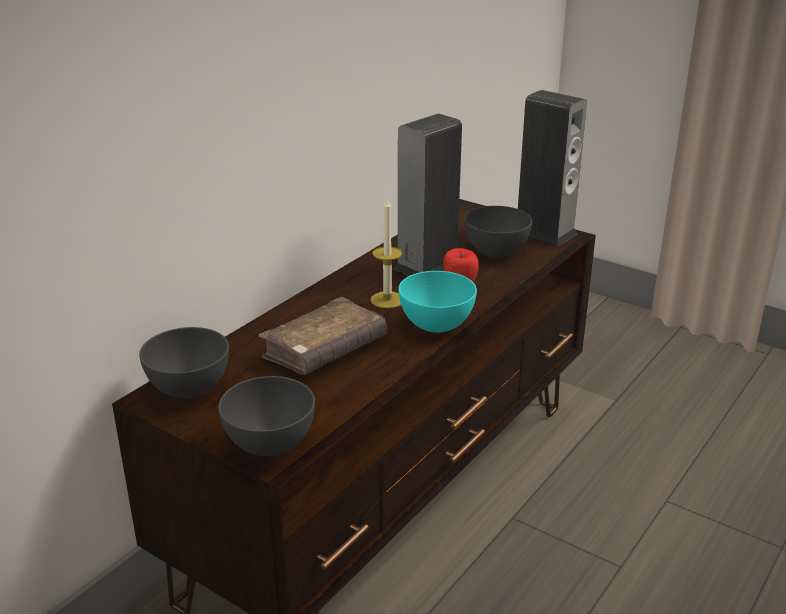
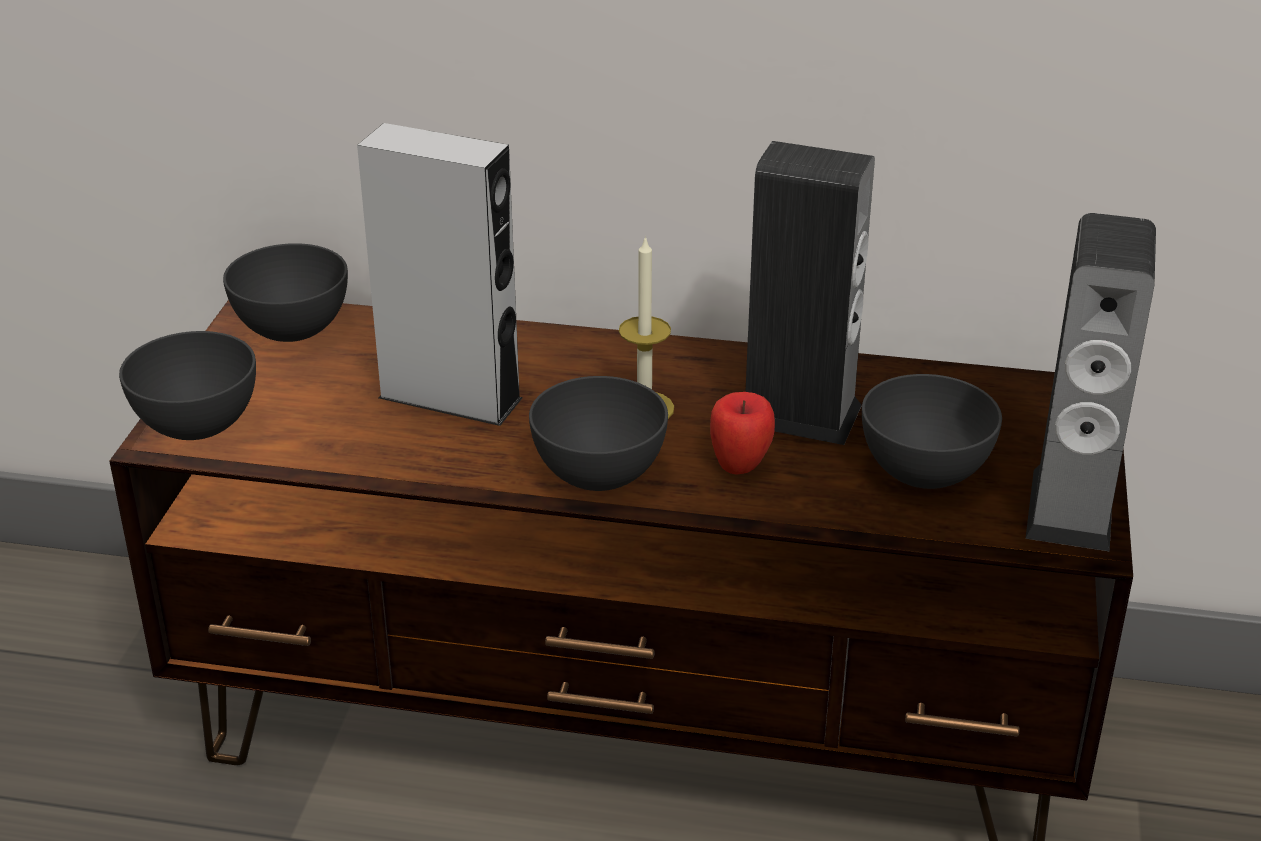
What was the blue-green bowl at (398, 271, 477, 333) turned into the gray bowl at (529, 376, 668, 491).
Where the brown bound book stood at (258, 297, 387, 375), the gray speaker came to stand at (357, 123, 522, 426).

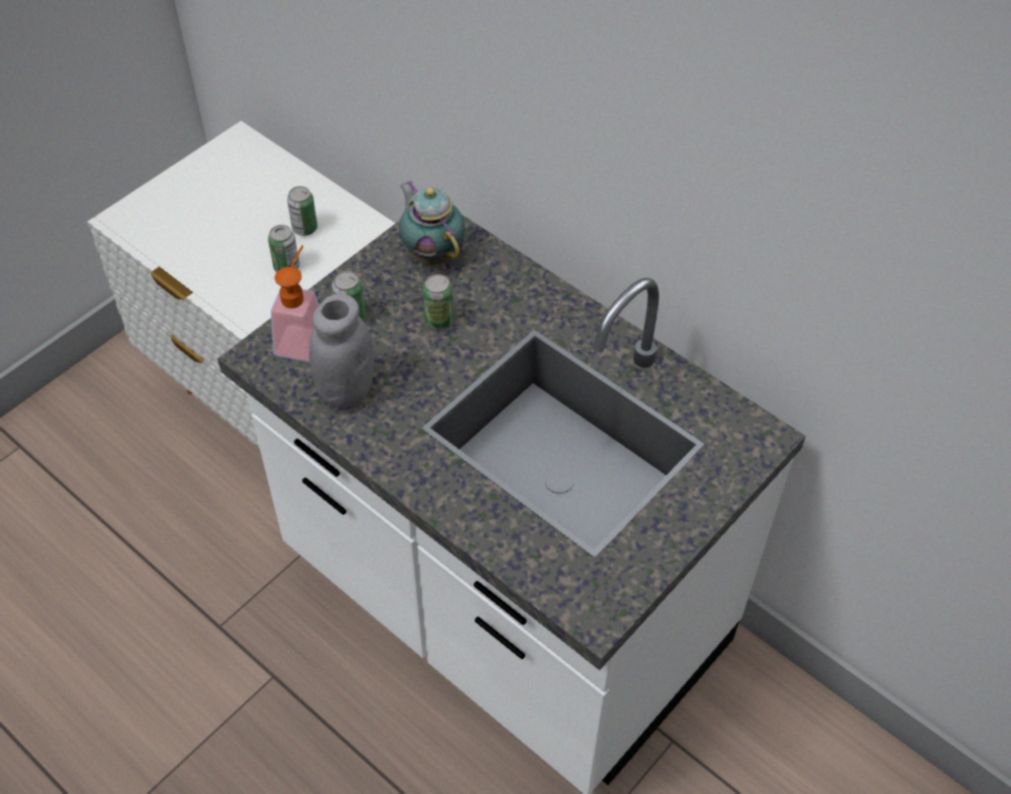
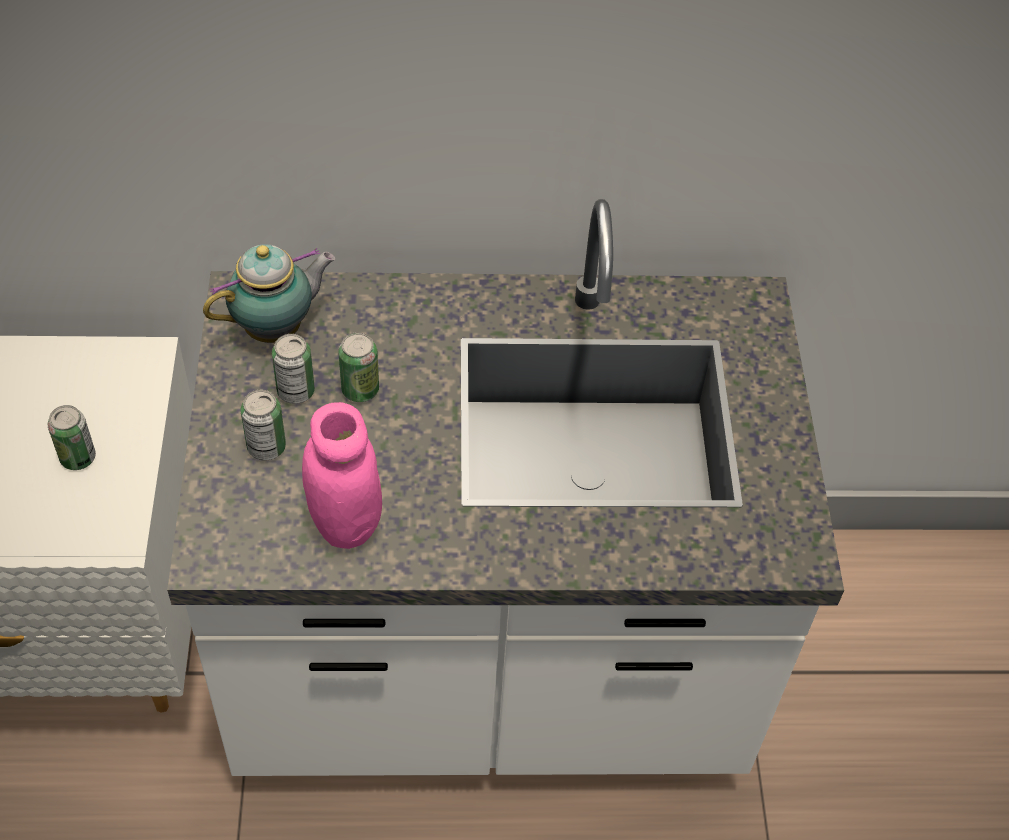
The teapot at (399, 180, 465, 265) ended up facing another way, 135 degrees clockwise from before.
The metal can ended up elsewhere, having gone from (287, 186, 318, 236) to (272, 334, 315, 404).
The second view lost the soap dispenser at (271, 245, 319, 362).
What was the gray preserve jar at (309, 294, 374, 408) turned into the pink preserve jar at (302, 402, 382, 549).

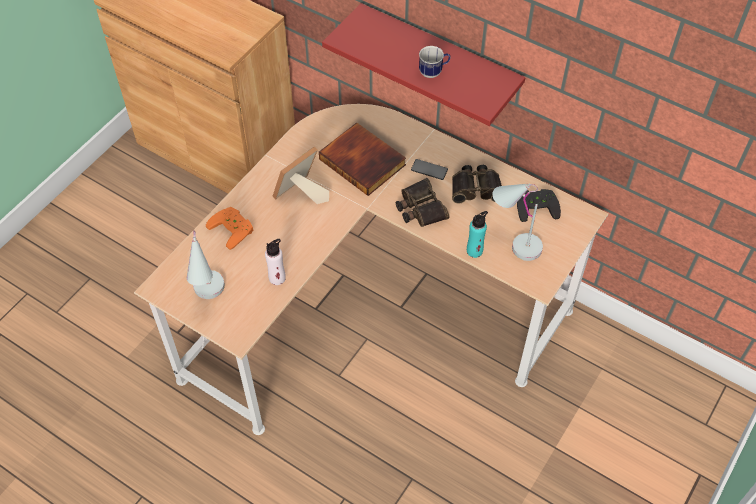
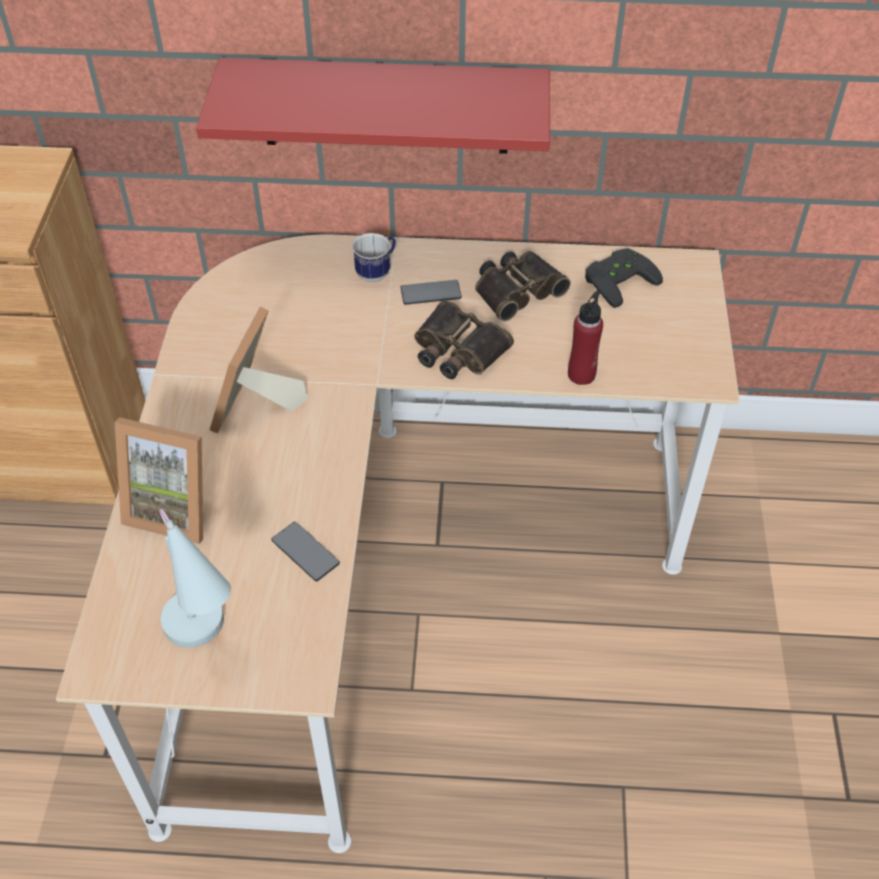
The mug ended up elsewhere, having gone from (419, 46, 451, 78) to (352, 233, 396, 282).
The second view lost the bound book at (319, 123, 406, 196).
The second view lost the whitish lamp for a table at (492, 184, 543, 261).
Where the orange-coloured joypad stood at (206, 207, 253, 250), the photo frame came to stand at (115, 417, 203, 544).
What was the blue-green bottle at (467, 211, 488, 258) turned into the red-coloured bottle at (568, 291, 603, 385).
Where the whitish bottle stood at (265, 239, 286, 285), the telephone came to stand at (272, 522, 340, 581).

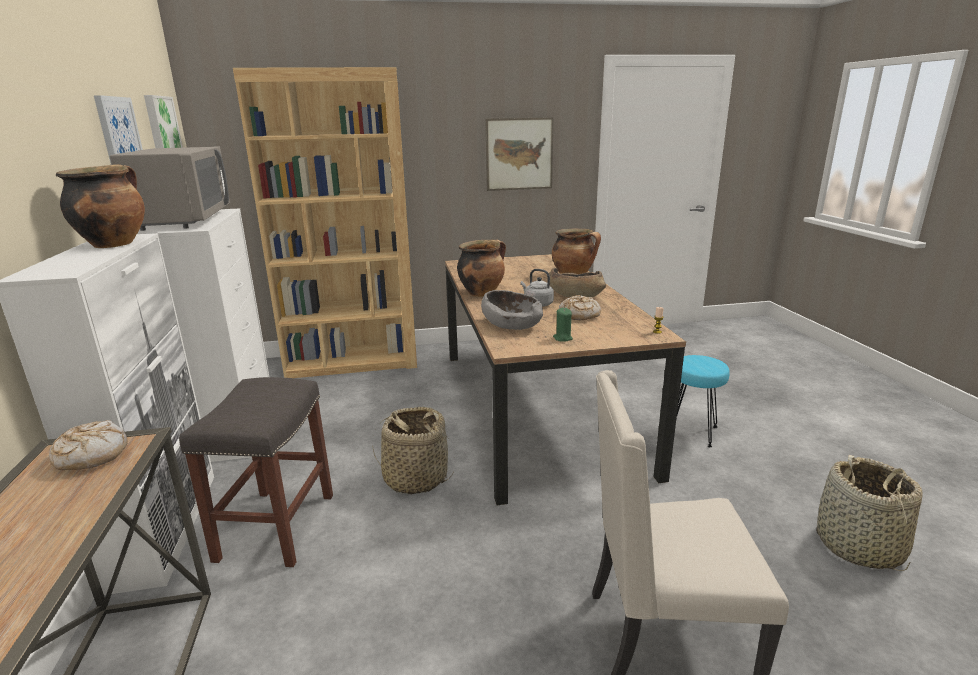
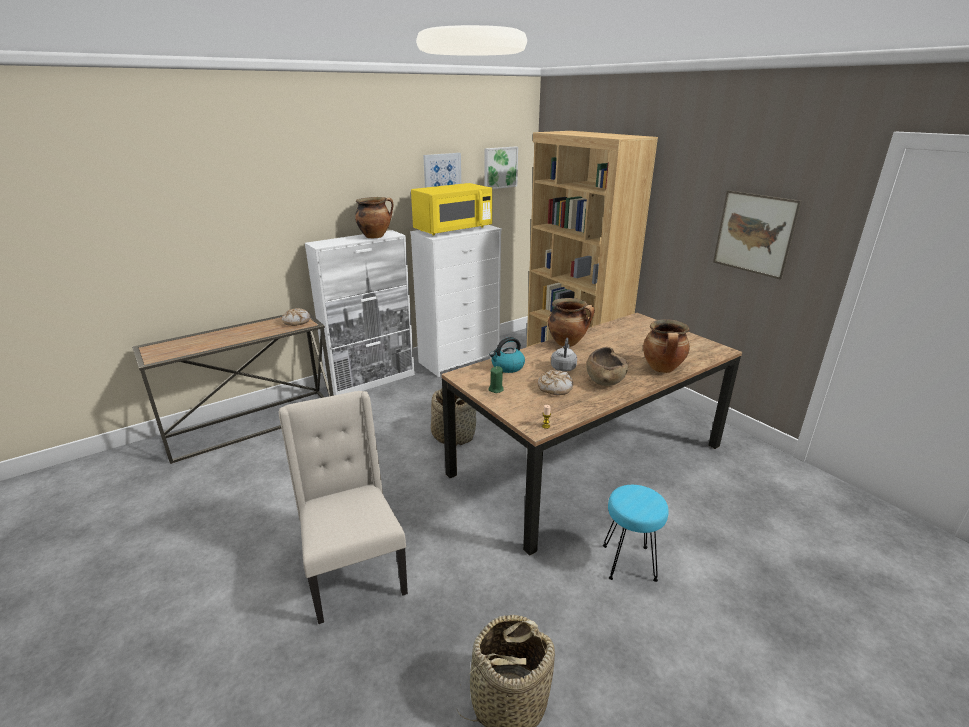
What was the gray microwave oven at (110, 146, 230, 231) turned into the yellow microwave oven at (411, 183, 492, 236).
Where the gray bowl stood at (481, 290, 543, 330), the tea kettle came to stand at (489, 337, 525, 373).
The second view lost the gray sitting stool at (179, 377, 333, 567).

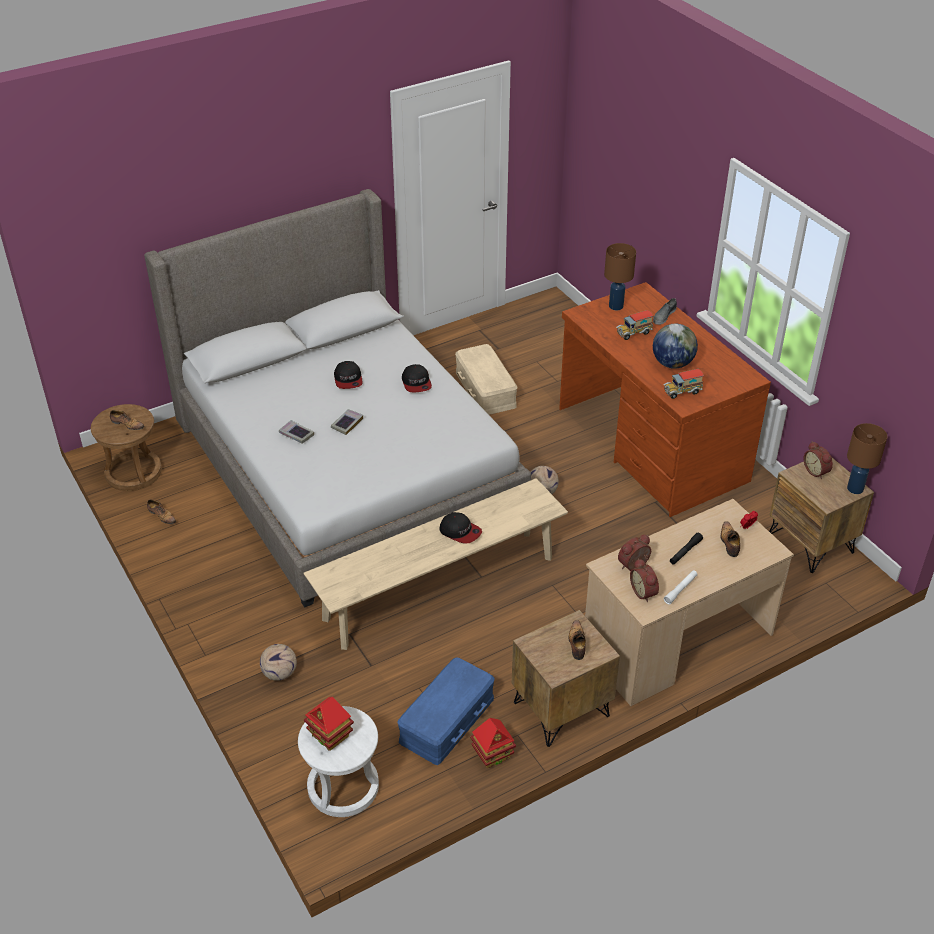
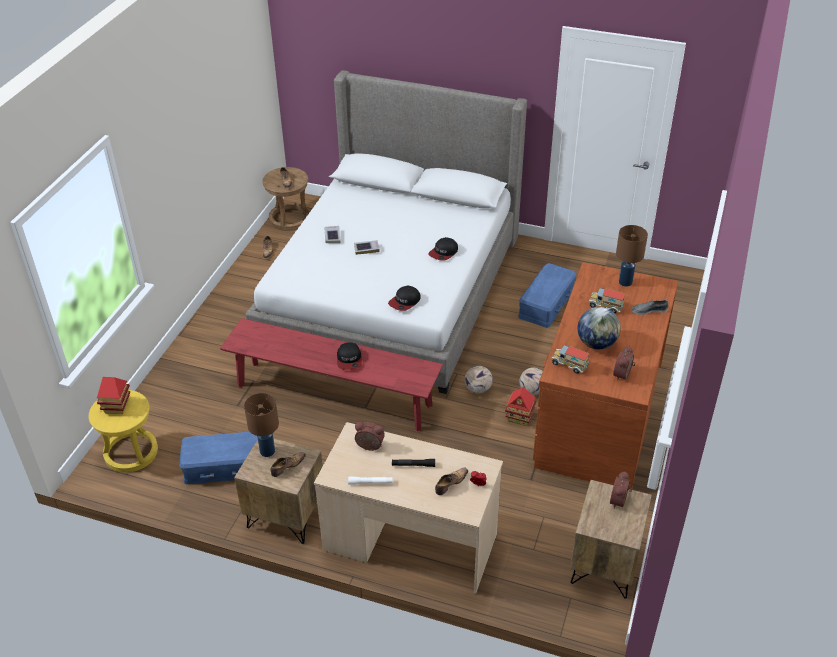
What was the beige storage container at (455, 344, 517, 415) turned into the blue storage container at (518, 263, 576, 328).
The baseball cap ended up elsewhere, having gone from (334, 361, 363, 389) to (388, 286, 421, 311).
The brown lamp for a table ended up elsewhere, having gone from (847, 423, 888, 494) to (244, 393, 279, 457).
What was the beige indoor bench at (303, 478, 568, 650) turned into the red-coloured indoor bench at (220, 318, 443, 431).
The alarm clock ended up elsewhere, having gone from (630, 558, 659, 602) to (613, 345, 635, 381).
The ball for football ended up elsewhere, having gone from (260, 644, 297, 681) to (519, 367, 543, 395).
What was the whitish sitting stool at (298, 706, 379, 817) turned into the yellow sitting stool at (89, 390, 158, 473).
The miniature house ended up elsewhere, having gone from (470, 718, 516, 768) to (505, 387, 536, 426).

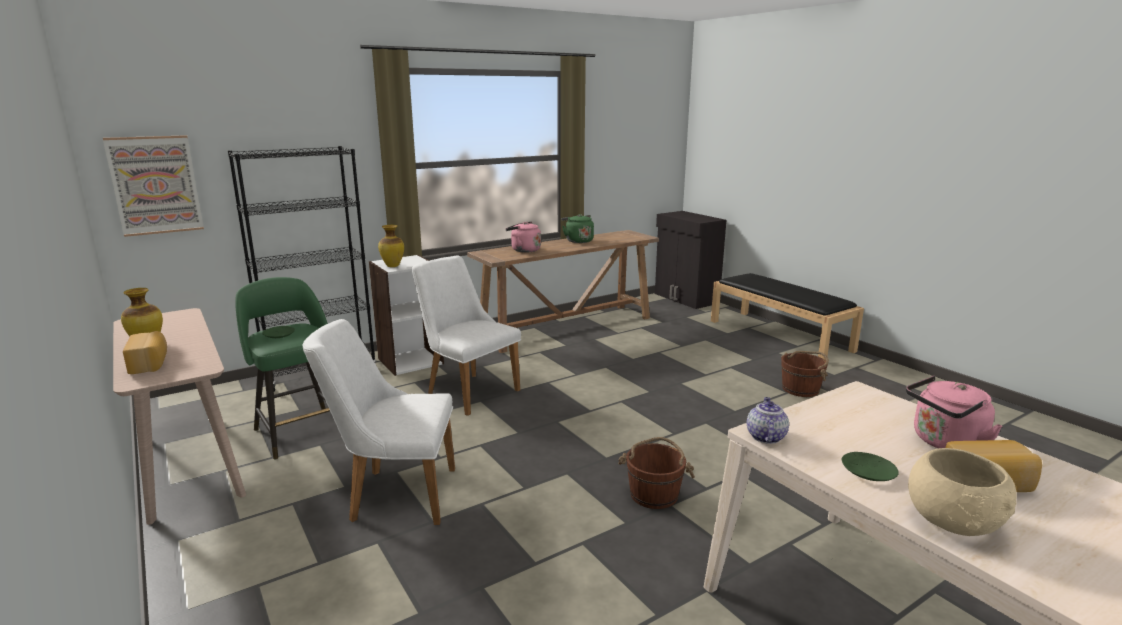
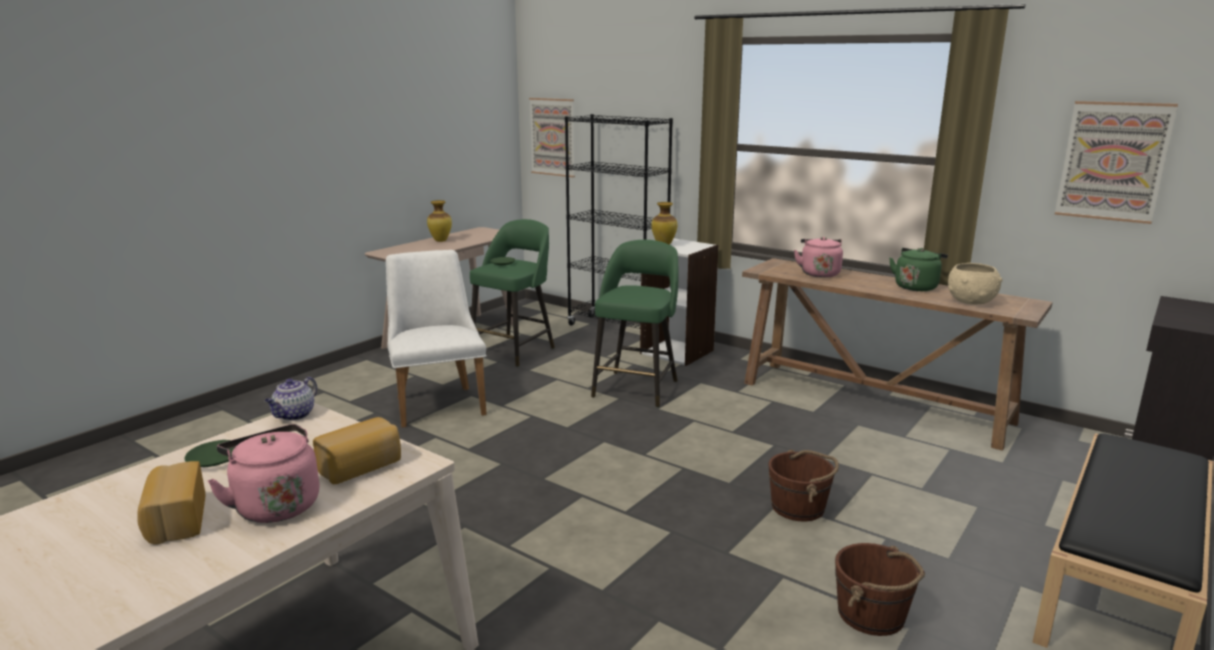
Where the whitish plain chair stood at (412, 255, 521, 416), the greenish sitting stool came to stand at (591, 240, 678, 407).
The baked bread ended up elsewhere, having gone from (123, 331, 167, 374) to (313, 417, 401, 484).
The teapot at (747, 397, 789, 444) ended up facing another way, 120 degrees clockwise from before.
The brown bucket ended up elsewhere, having gone from (618, 437, 695, 509) to (768, 449, 839, 521).
The beige bowl ended up elsewhere, having gone from (908, 448, 1016, 536) to (948, 263, 1003, 304).
The second view gained the wall art at (1055, 101, 1178, 224).

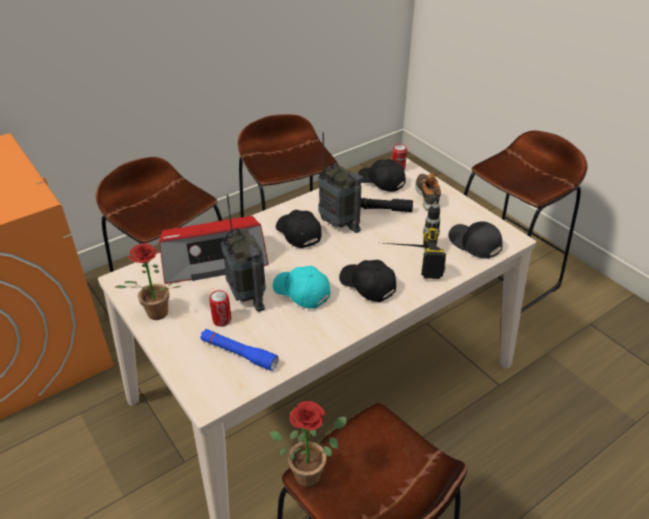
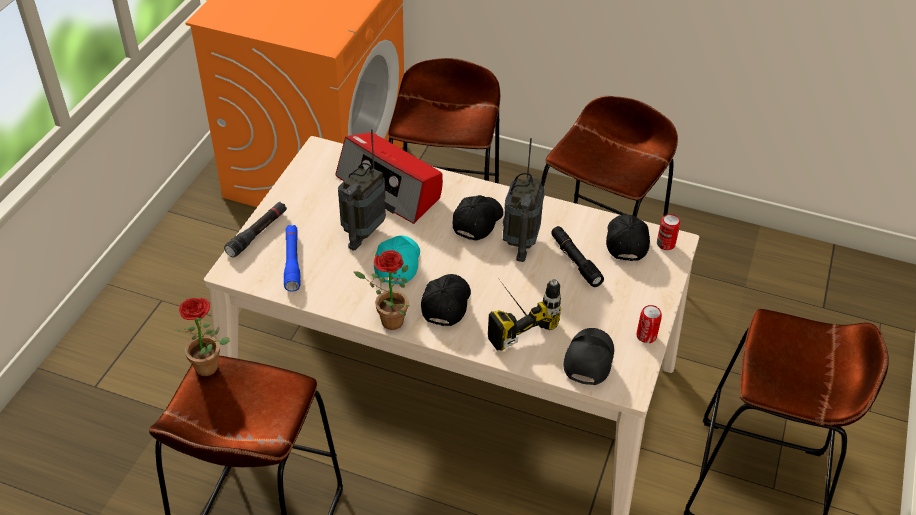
The second view lost the item of footwear at (415, 173, 441, 210).
The plant in a pot ended up elsewhere, having gone from (114, 243, 182, 320) to (354, 250, 410, 330).
The metal can ended up elsewhere, having gone from (209, 290, 231, 327) to (637, 305, 662, 343).
The second view gained the black flashlight at (224, 202, 287, 258).

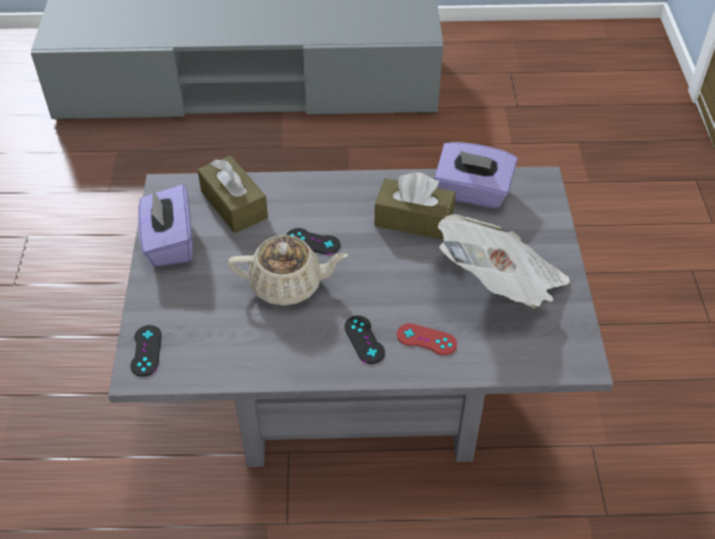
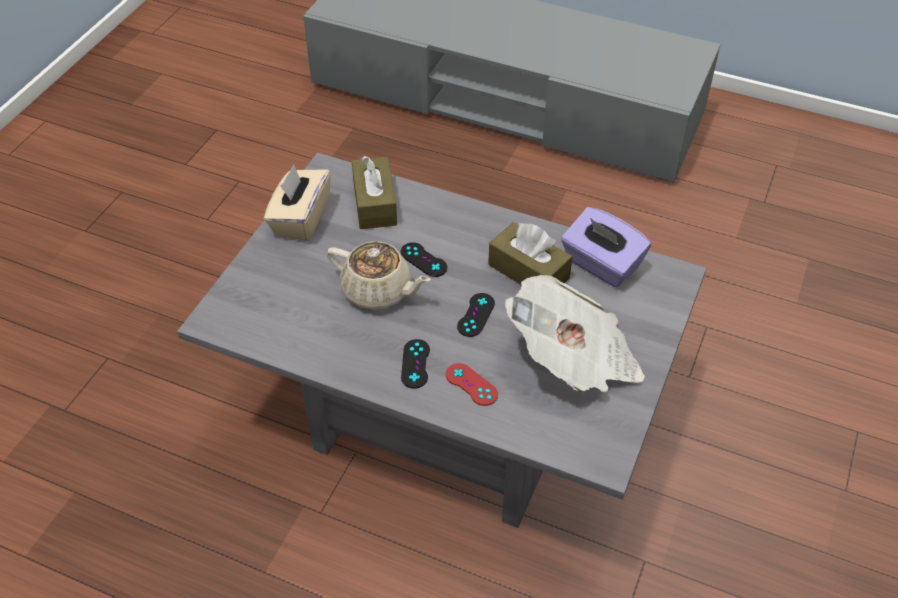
What was the purple-coloured tissue holder at (138, 184, 193, 267) turned into the beige tissue holder at (264, 165, 331, 241).
The black joypad ended up elsewhere, having gone from (130, 325, 162, 377) to (457, 293, 495, 337).

